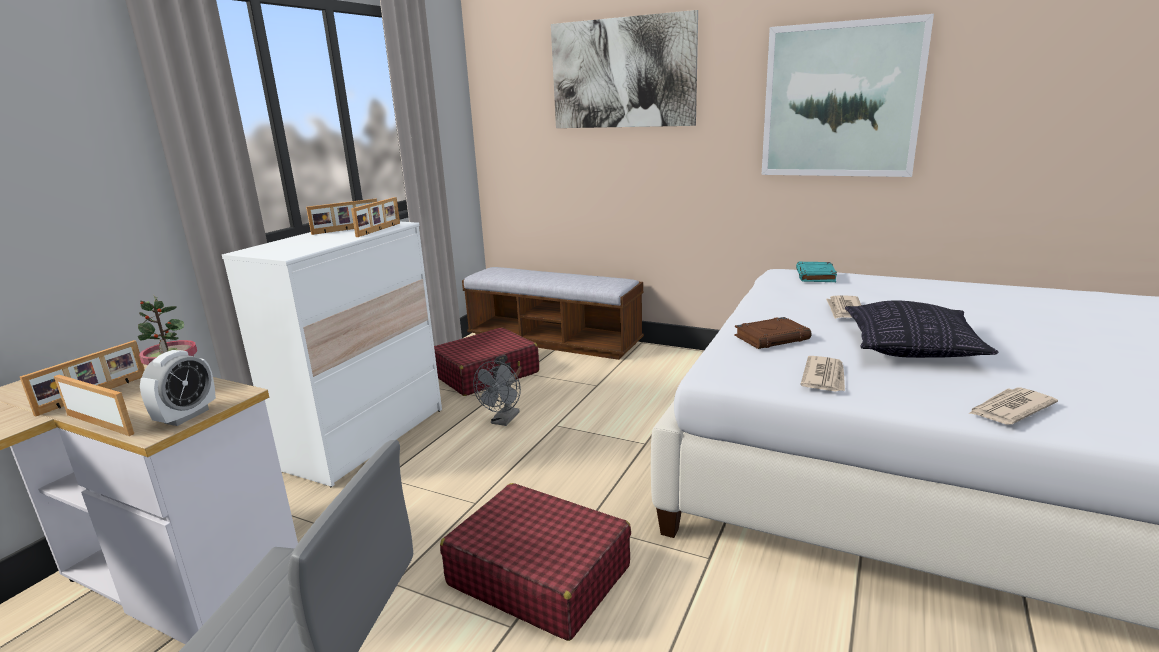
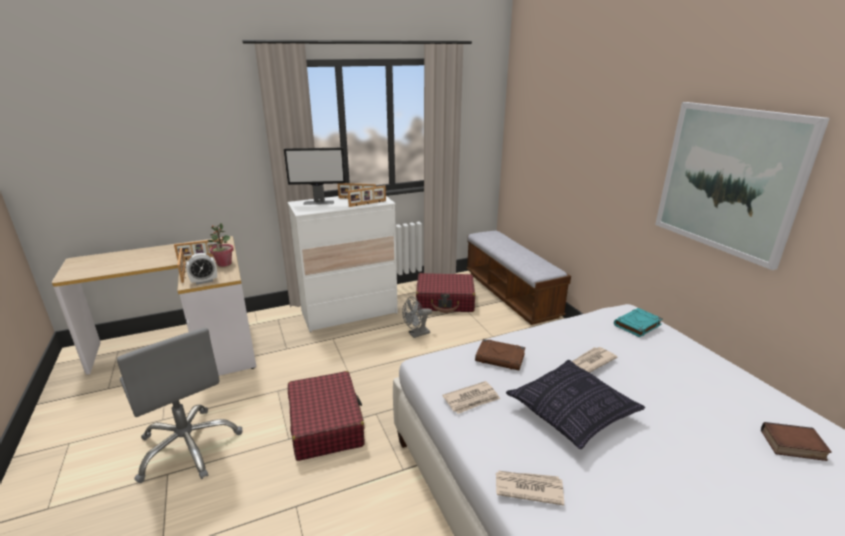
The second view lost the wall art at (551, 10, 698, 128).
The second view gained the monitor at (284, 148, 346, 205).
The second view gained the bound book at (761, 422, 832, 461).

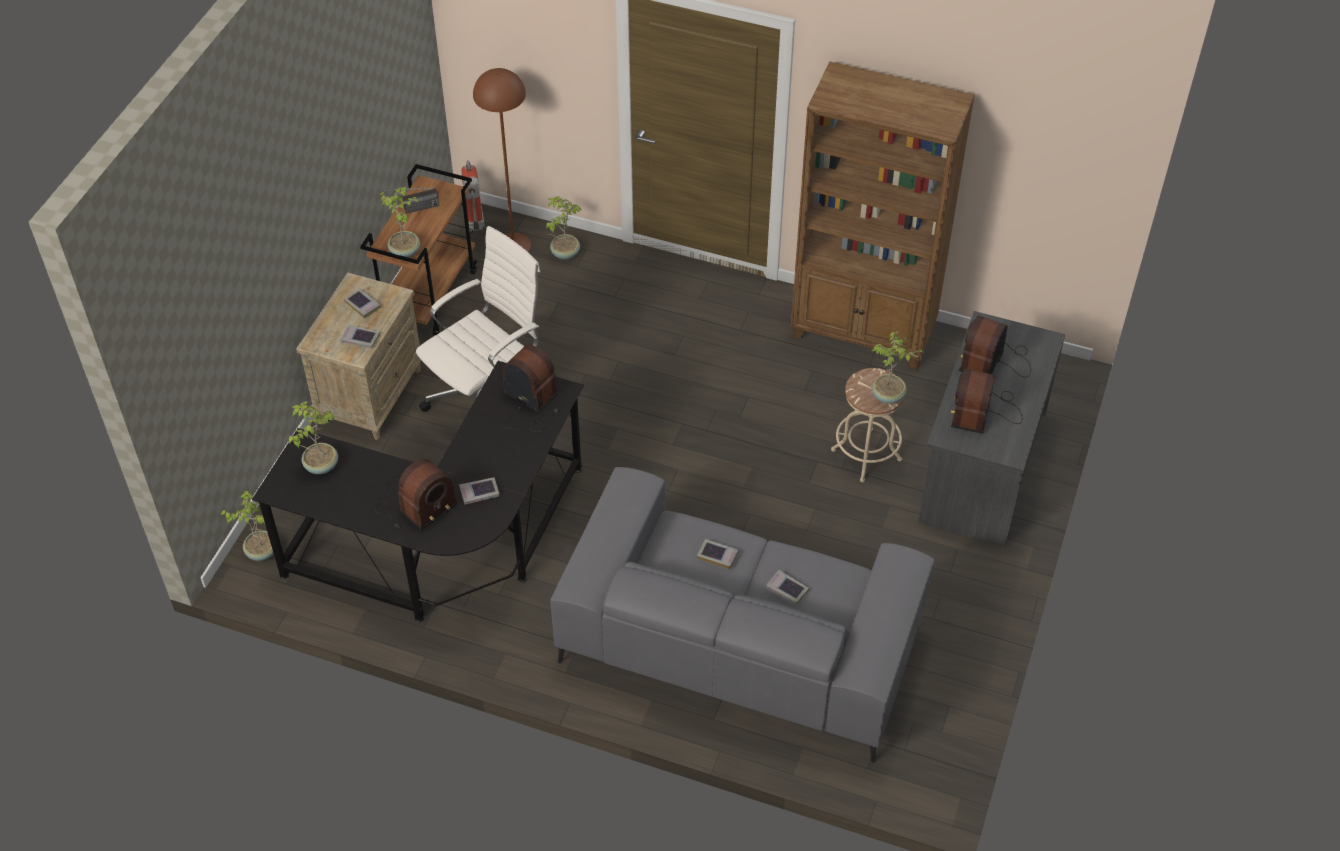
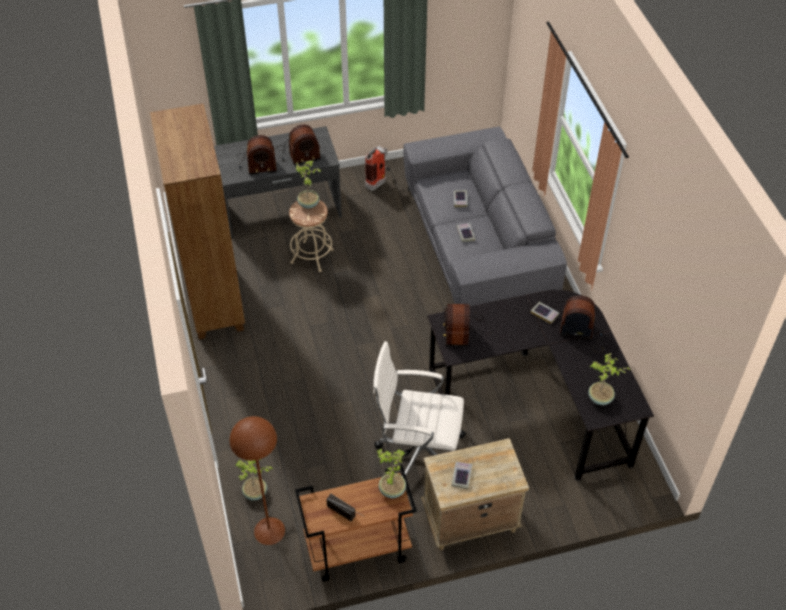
The fire extinguisher ended up elsewhere, having gone from (462, 161, 484, 231) to (365, 146, 390, 191).
The second view lost the bound book at (341, 324, 380, 349).
The second view lost the plant in a pot at (220, 490, 274, 561).

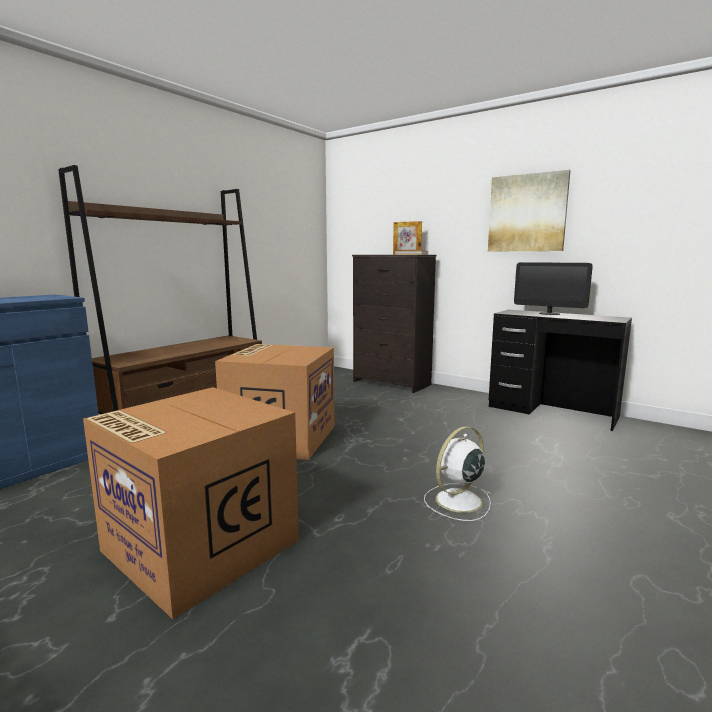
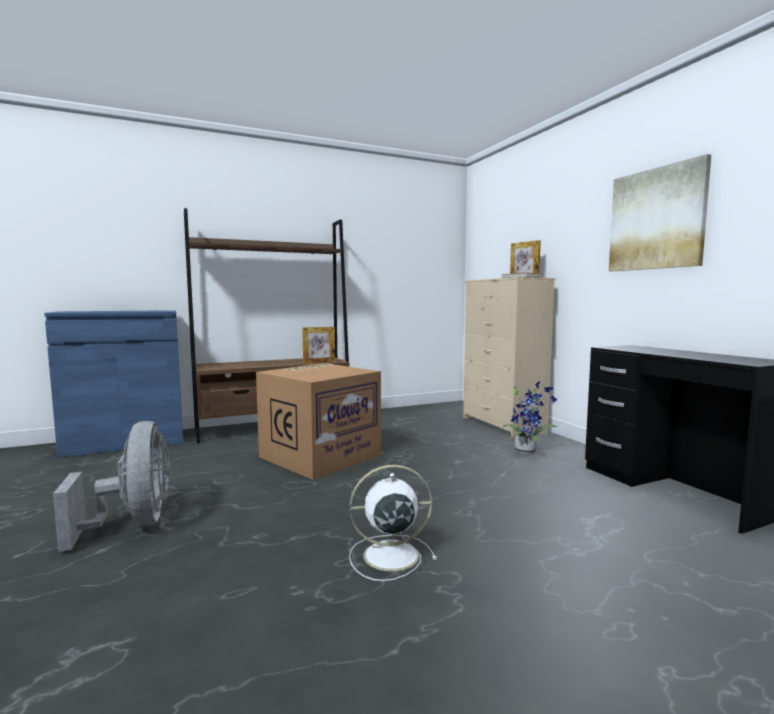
What was the black dresser at (352, 255, 437, 393) turned into the beige dresser at (463, 277, 555, 439).
The second view lost the monitor at (514, 262, 593, 315).
Where the cardboard box stood at (83, 387, 299, 619), the gray fan came to stand at (53, 421, 171, 552).
The second view gained the photo frame at (302, 327, 335, 364).
The second view gained the plant in a pot at (503, 381, 557, 454).

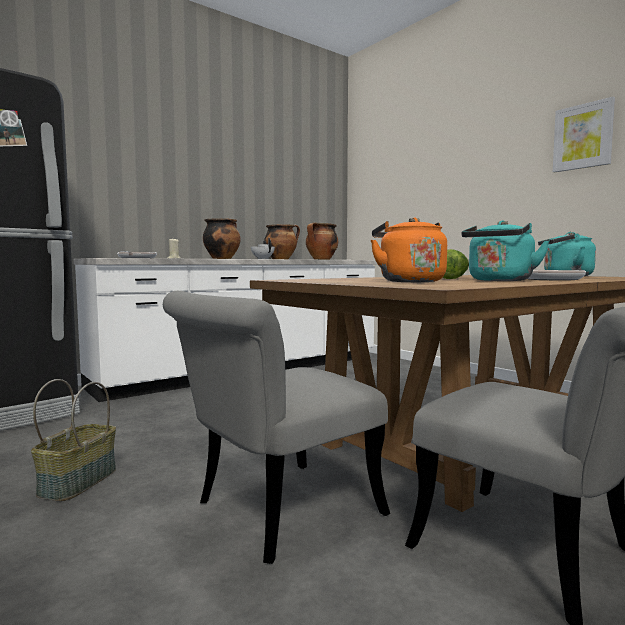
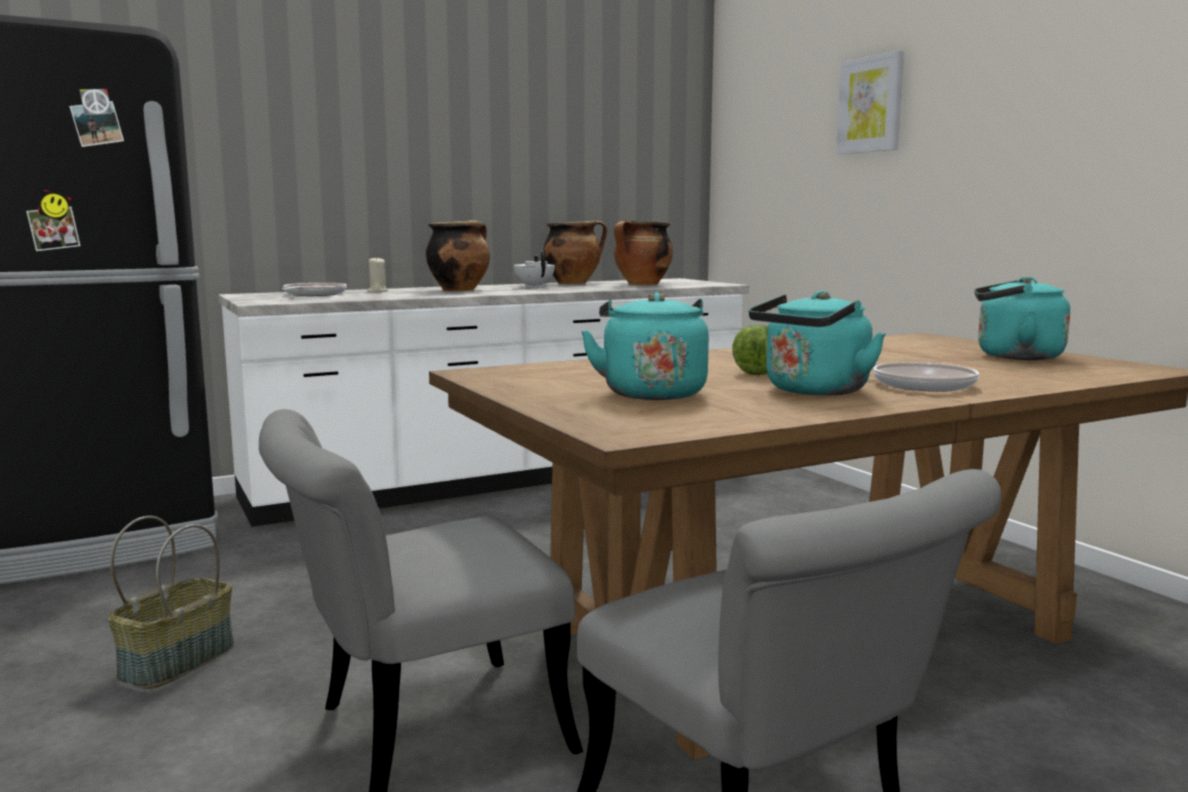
The wall art ended up elsewhere, having gone from (553, 97, 615, 172) to (837, 50, 904, 154).
What was the orange-coloured tea kettle at (370, 217, 447, 282) turned into the blue-green tea kettle at (581, 293, 709, 400).

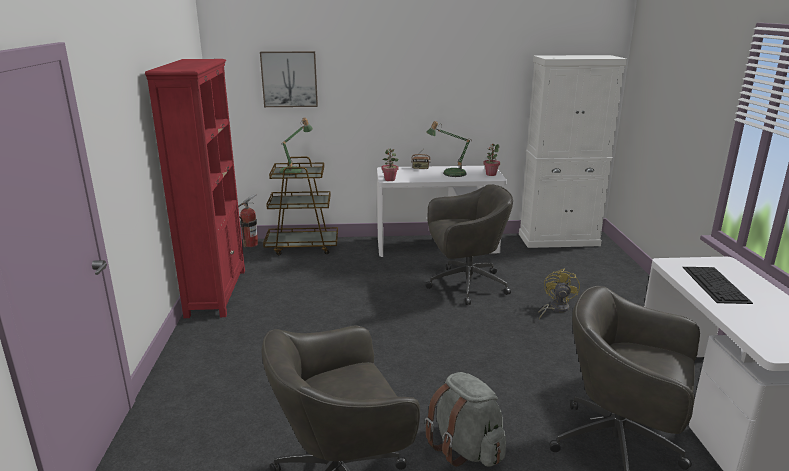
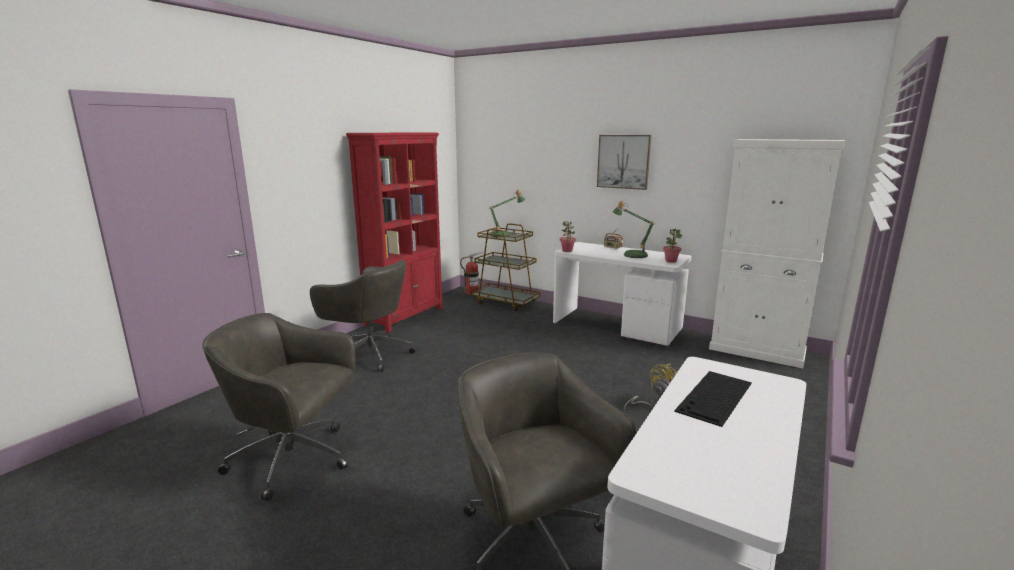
The wall art ended up elsewhere, having gone from (260, 51, 318, 107) to (597, 135, 652, 190).
The gray computer chair ended up elsewhere, having gone from (426, 184, 513, 305) to (310, 260, 416, 372).
The second view lost the gray knapsack at (425, 372, 506, 467).

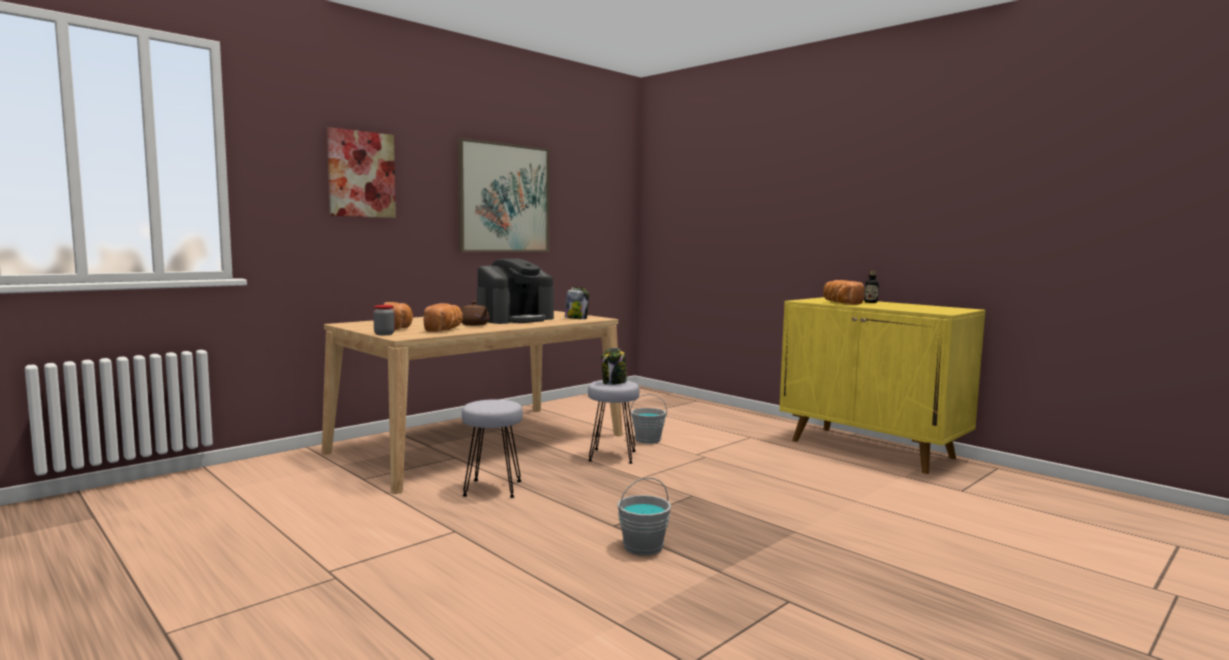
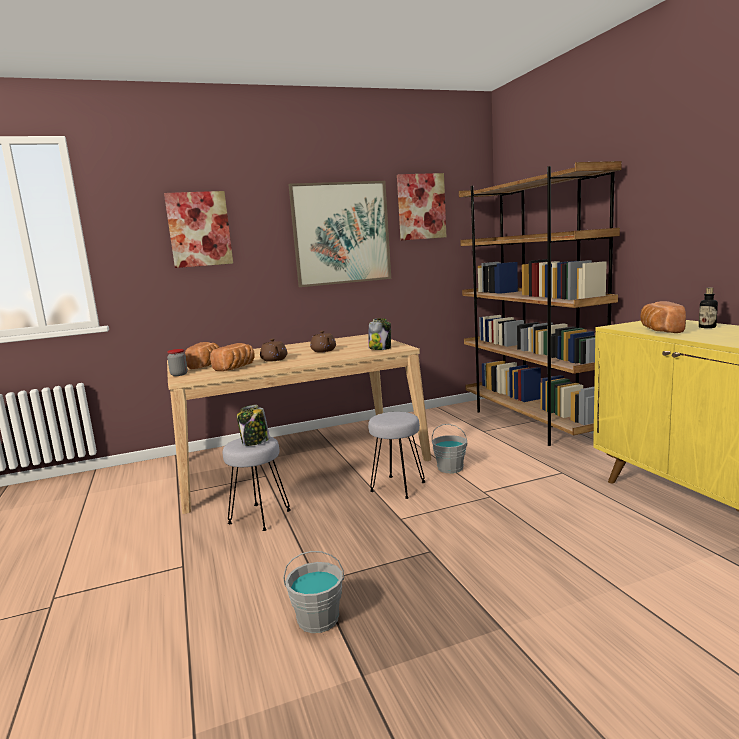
Where the coffee maker stood at (477, 259, 554, 324), the brown teapot came to stand at (310, 331, 336, 352).
The preserve jar ended up elsewhere, having gone from (602, 348, 627, 385) to (237, 405, 270, 446).
The second view gained the brown shelving unit at (459, 161, 622, 446).
The second view gained the wall art at (397, 173, 447, 240).

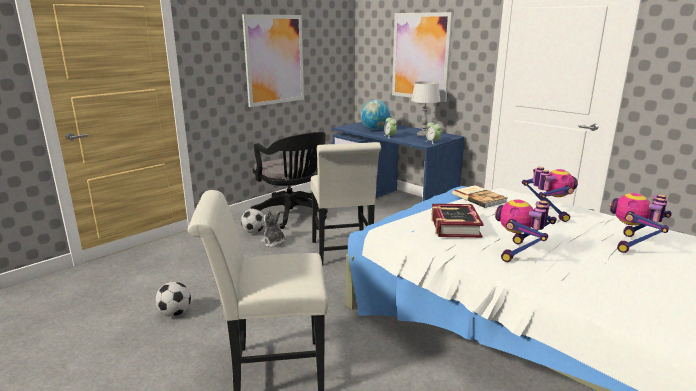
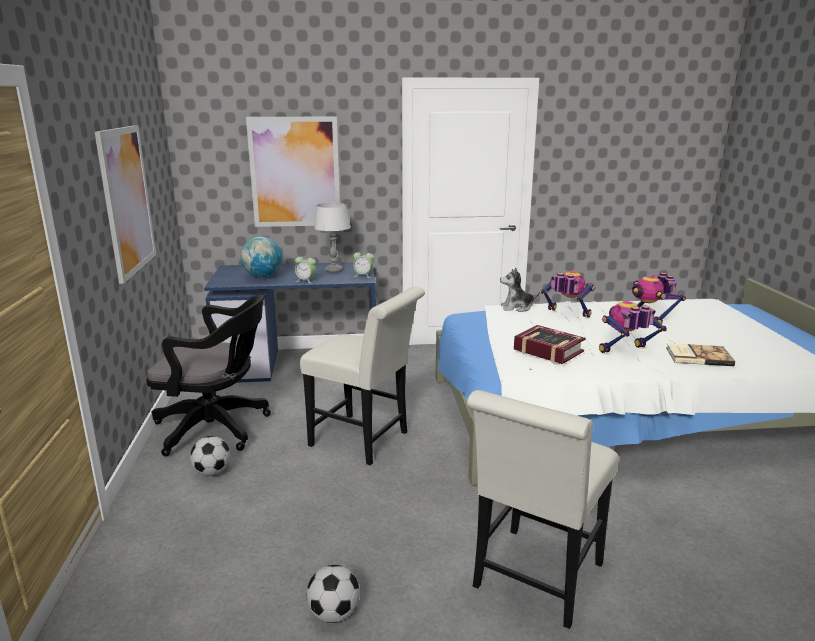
The bound book ended up elsewhere, having gone from (452, 185, 507, 208) to (666, 343, 735, 366).
The toy robot at (495, 199, 557, 262) ended up facing another way, 90 degrees clockwise from before.
The cuddly toy ended up elsewhere, having gone from (261, 210, 286, 247) to (500, 268, 540, 312).

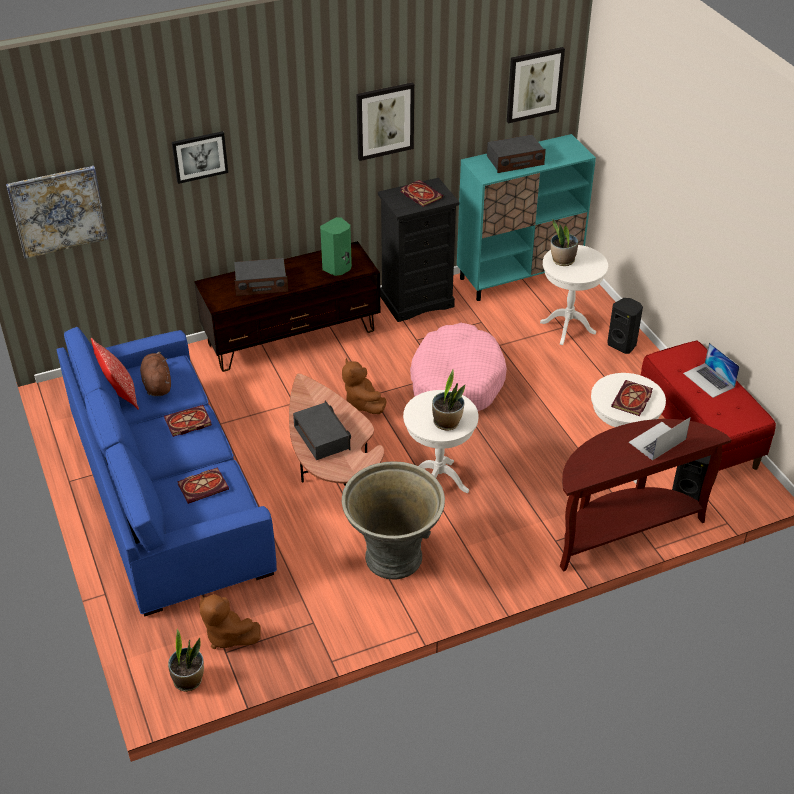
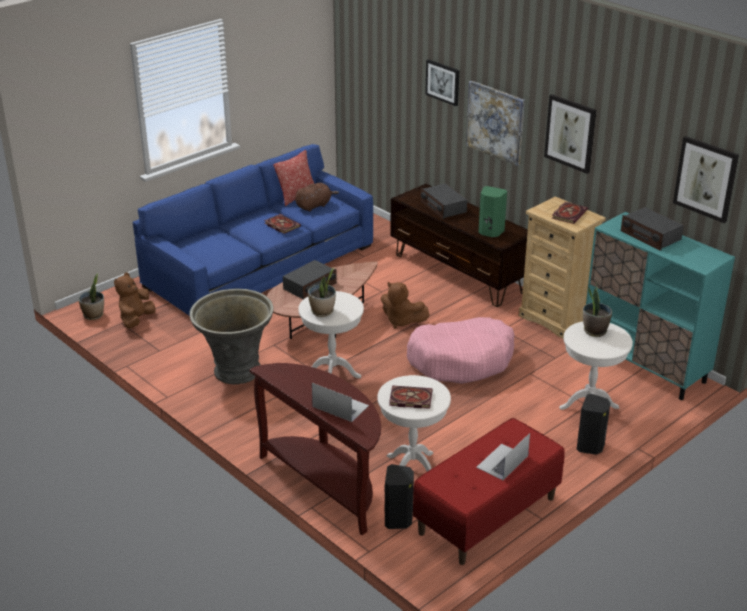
The wall art ended up elsewhere, having gone from (6, 166, 108, 259) to (466, 81, 525, 166).
What was the black dresser at (378, 178, 459, 322) turned into the beige dresser at (519, 196, 606, 339).
The brown cuddly toy at (342, 358, 387, 414) ended up facing another way, 105 degrees counterclockwise from before.
The second view lost the bound book at (177, 467, 229, 504).

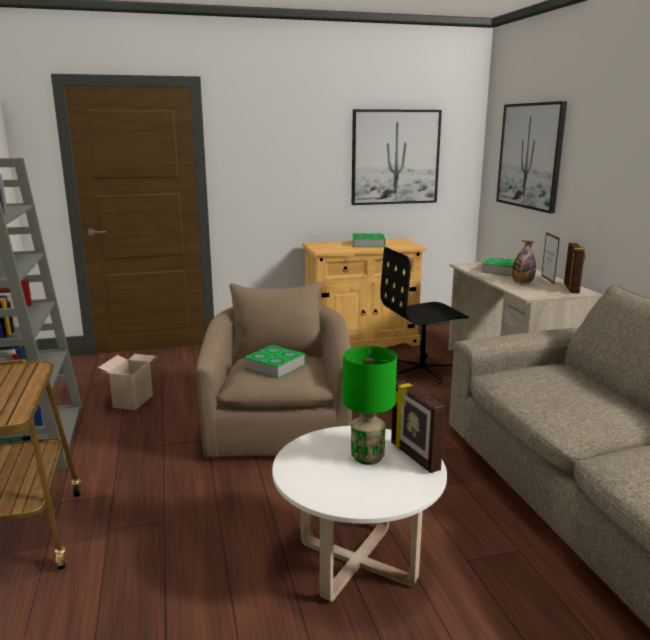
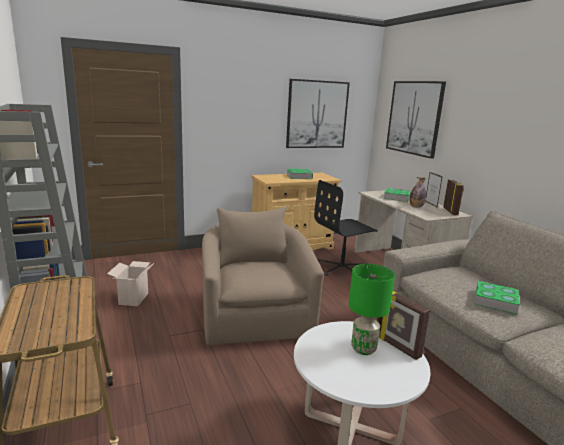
The bound book ended up elsewhere, having gone from (243, 345, 306, 378) to (475, 281, 520, 315).

